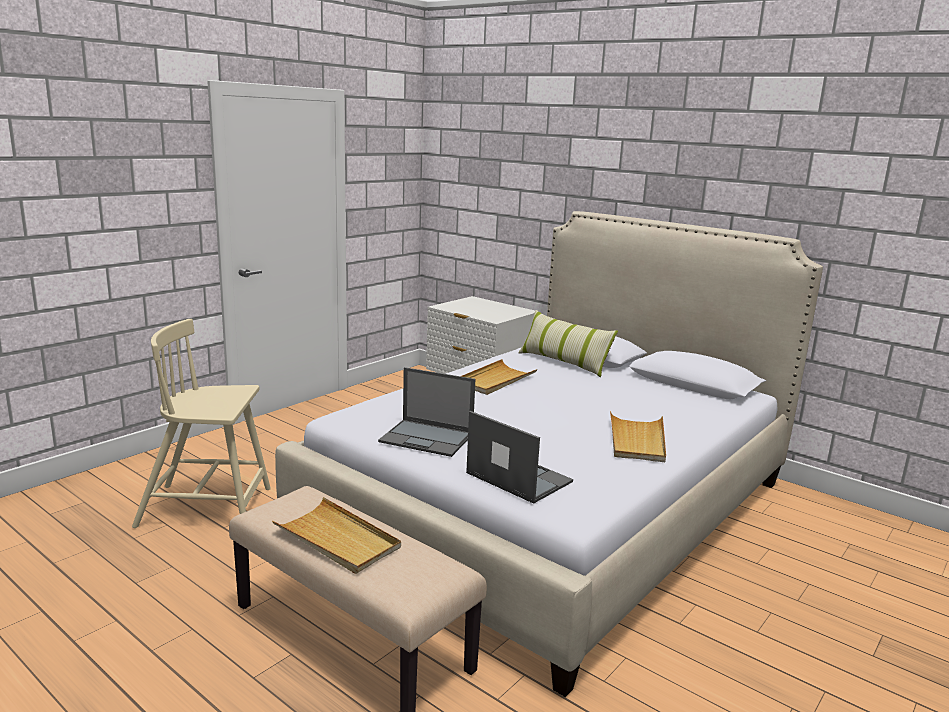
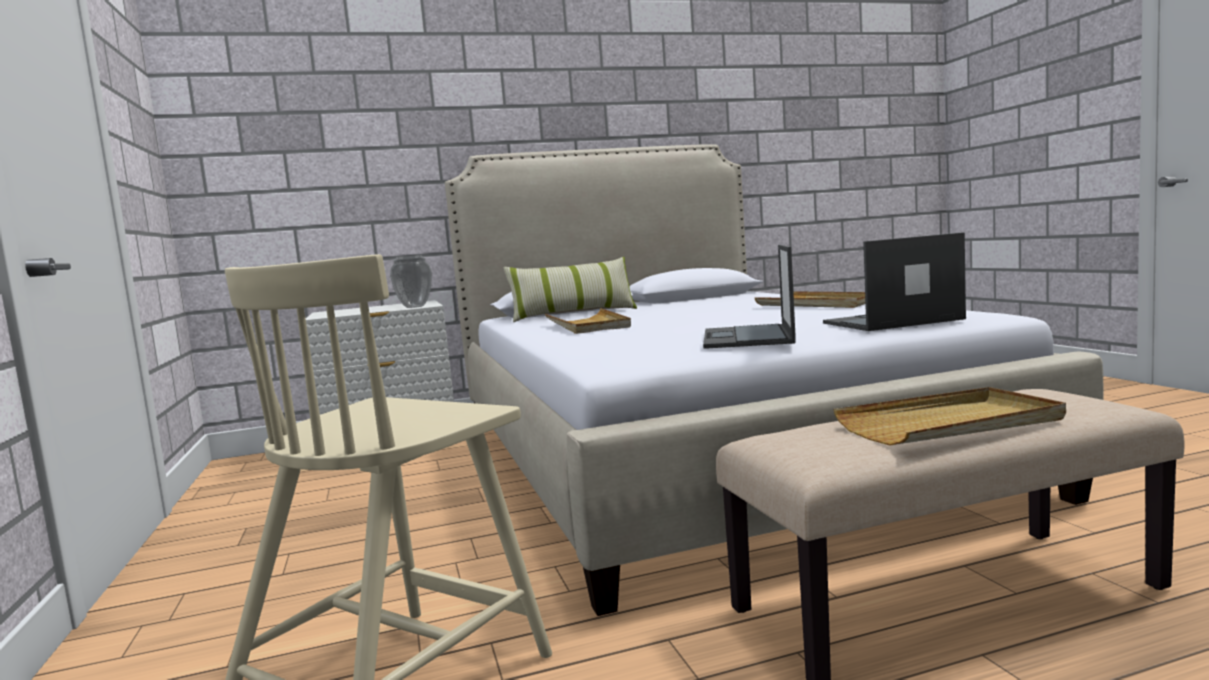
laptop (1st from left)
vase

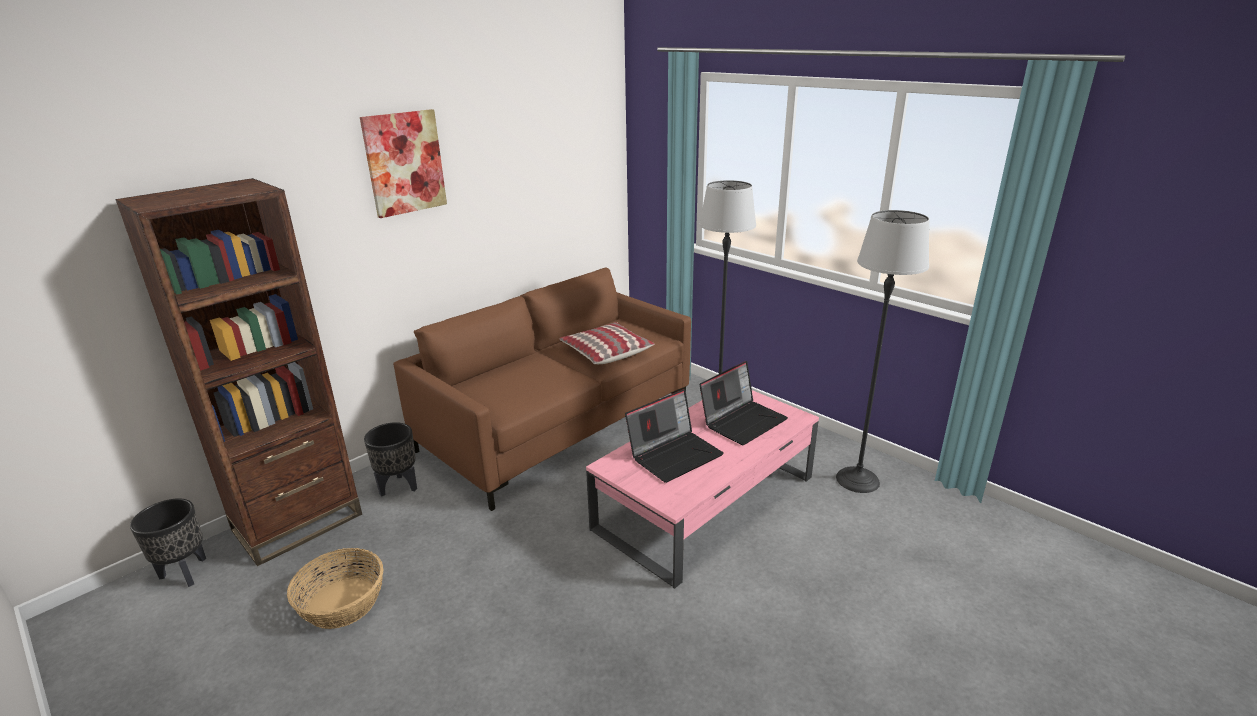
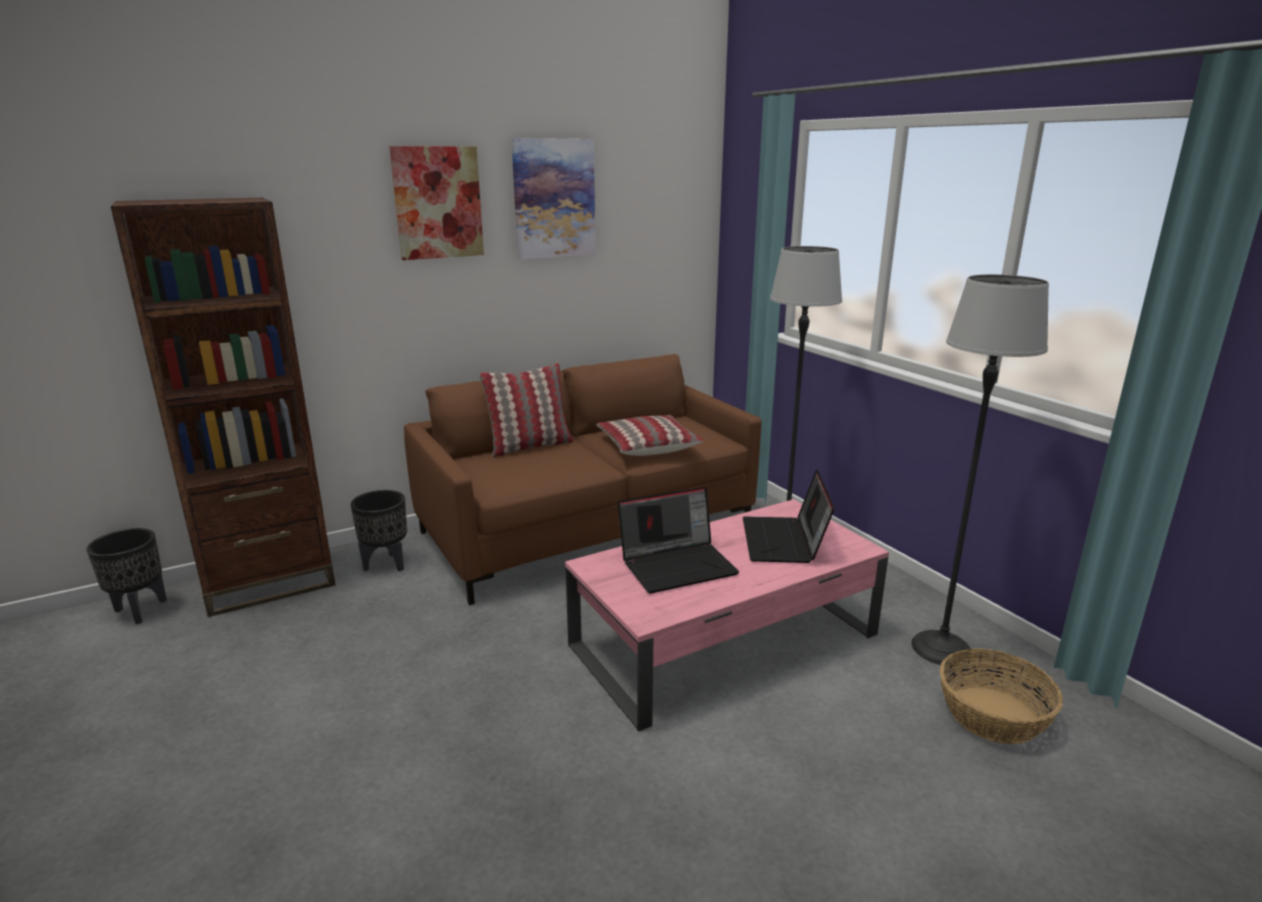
basket
laptop (2nd from left)
pillow (1st from left)
picture (2nd from left)

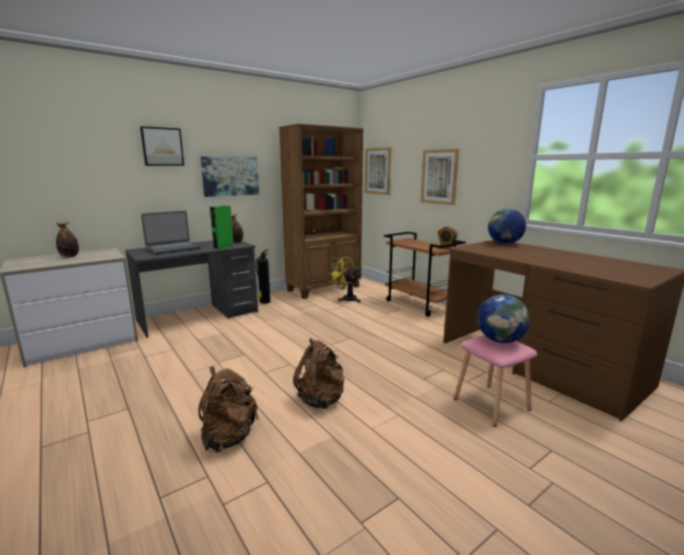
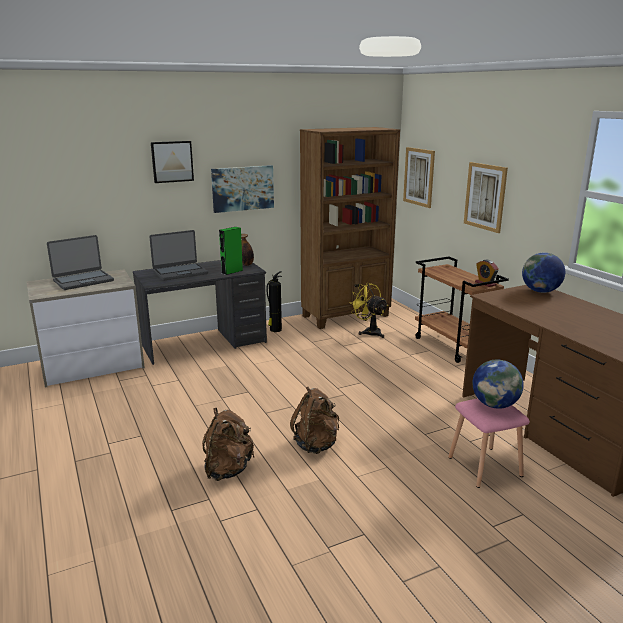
laptop (1st from left)

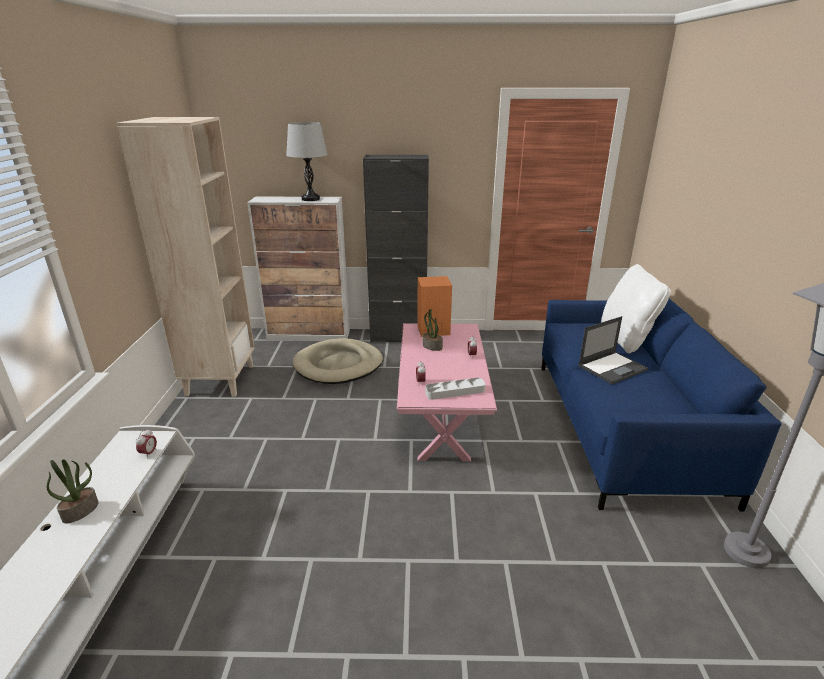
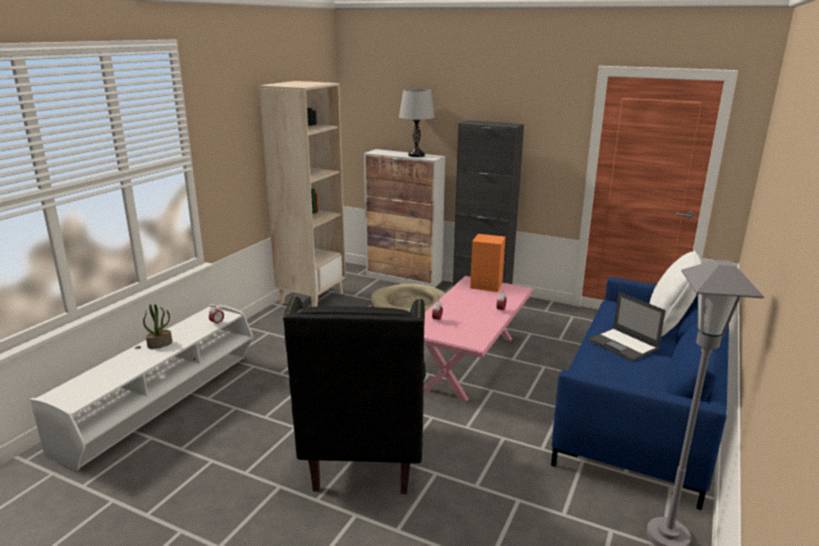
potted plant (2nd from left in the first image)
tray (grey)
laptop
armchair (black)

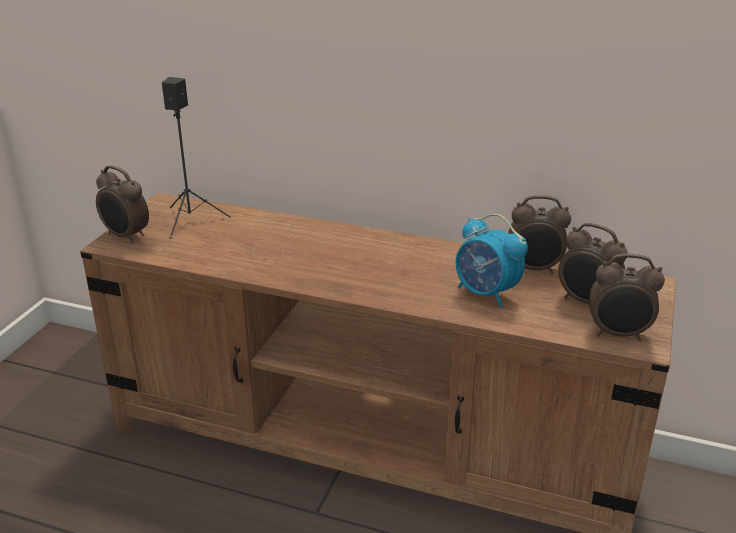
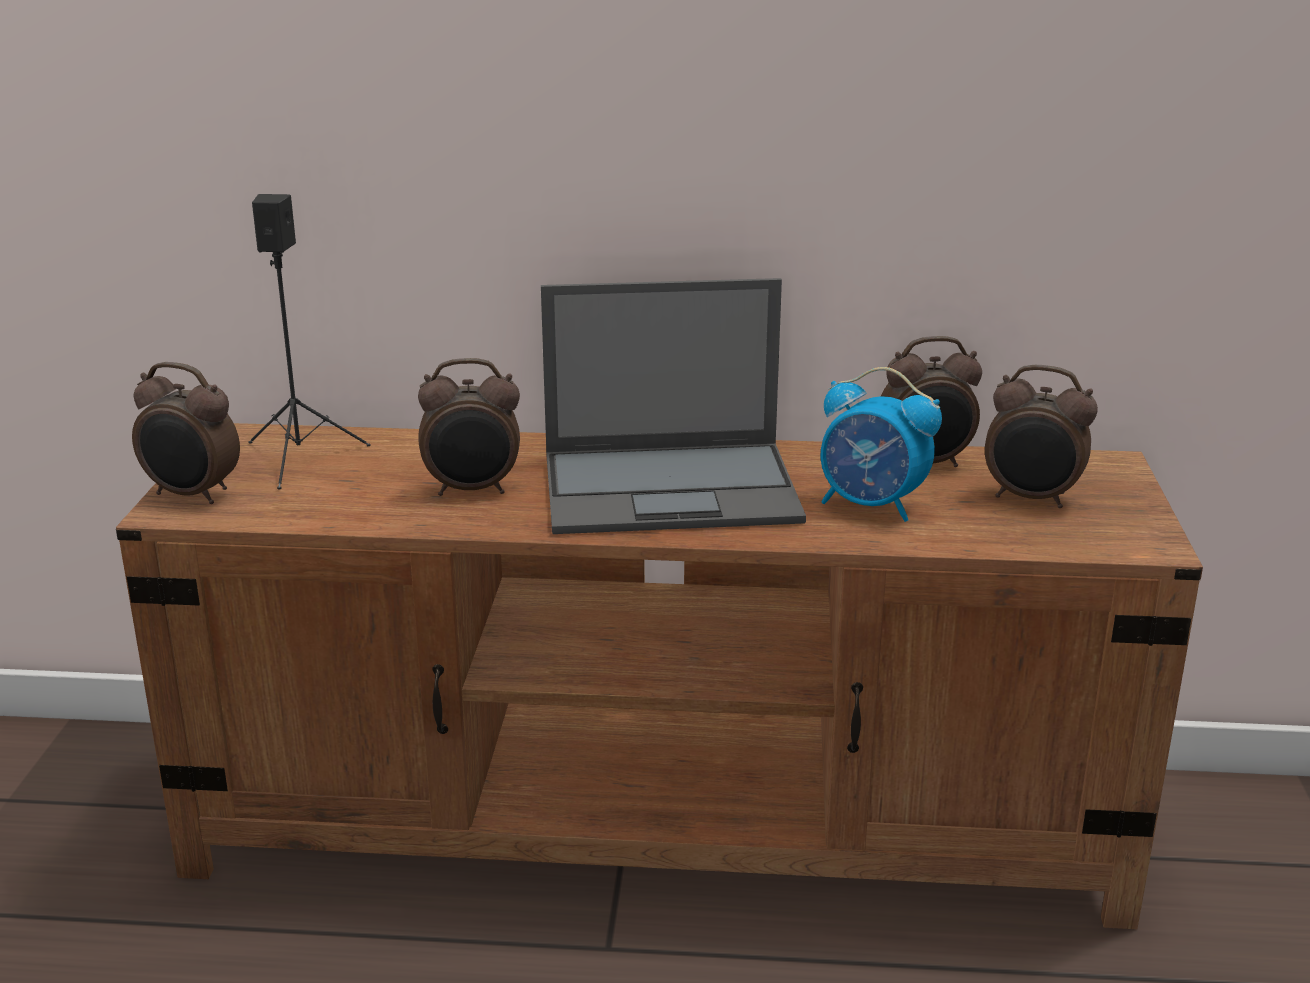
alarm clock (2nd from left)
laptop

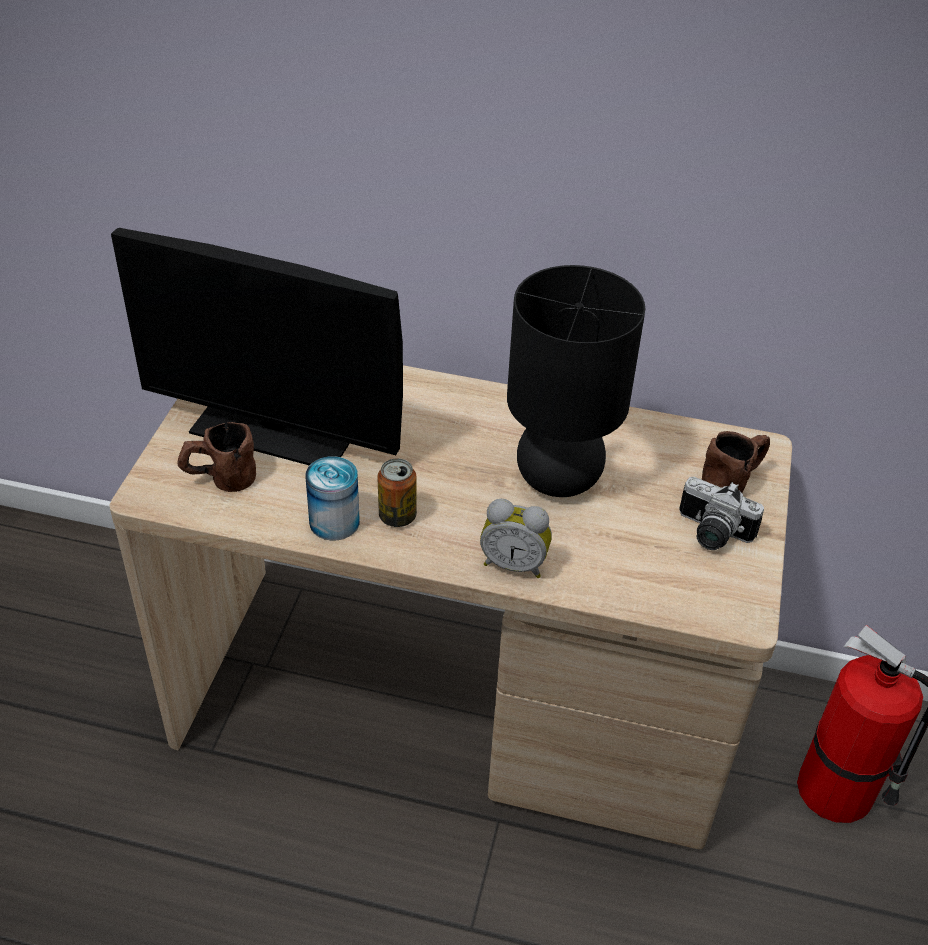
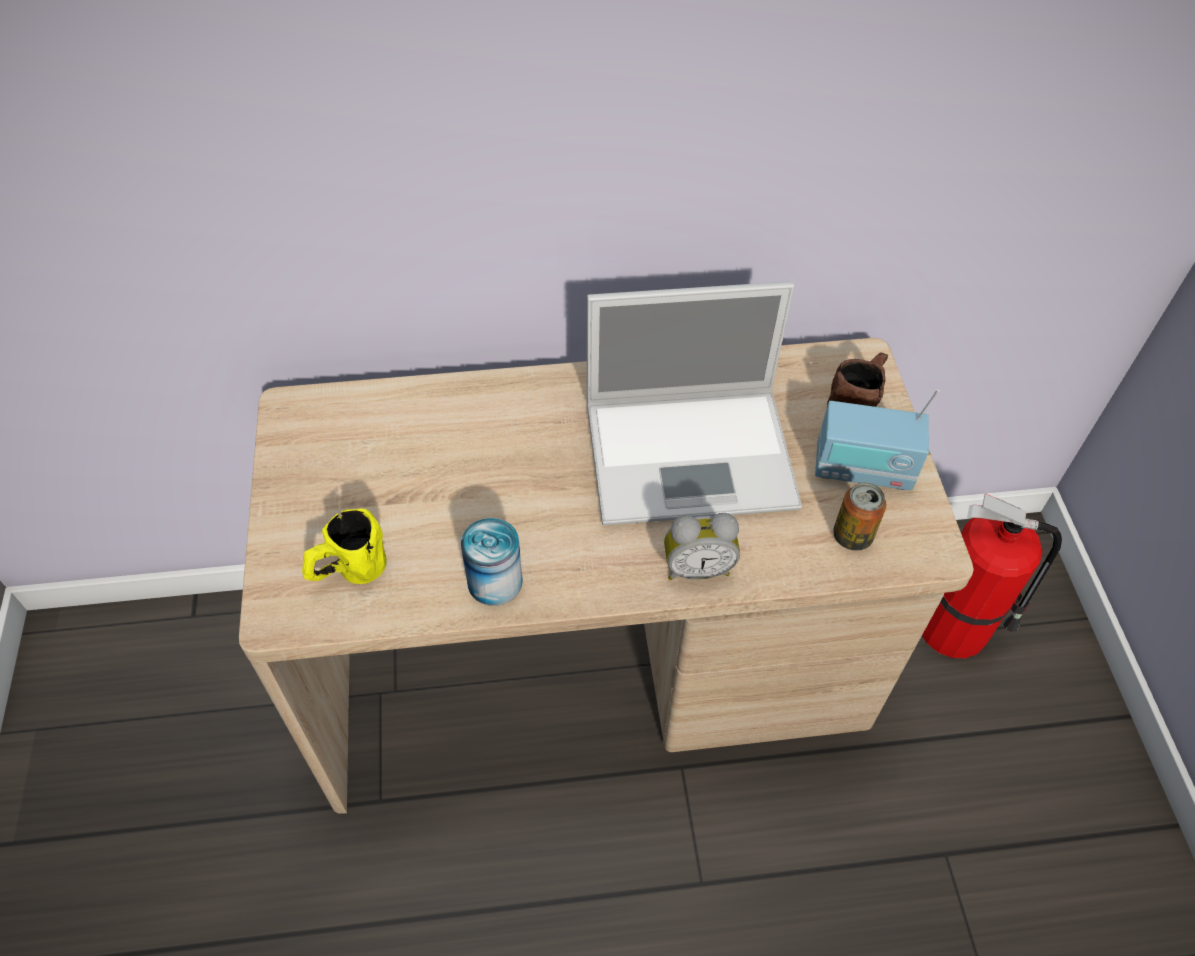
monitor
mug (yellow)
can (2nd from left)
laptop
radio

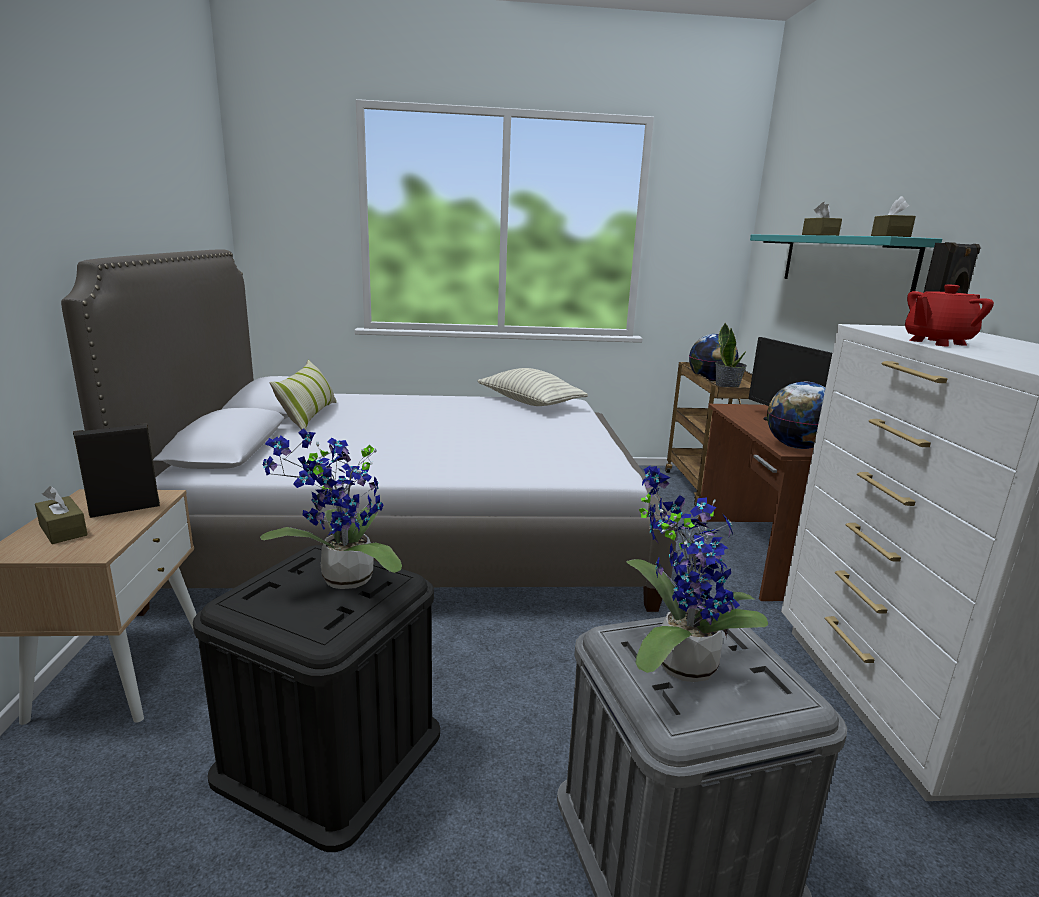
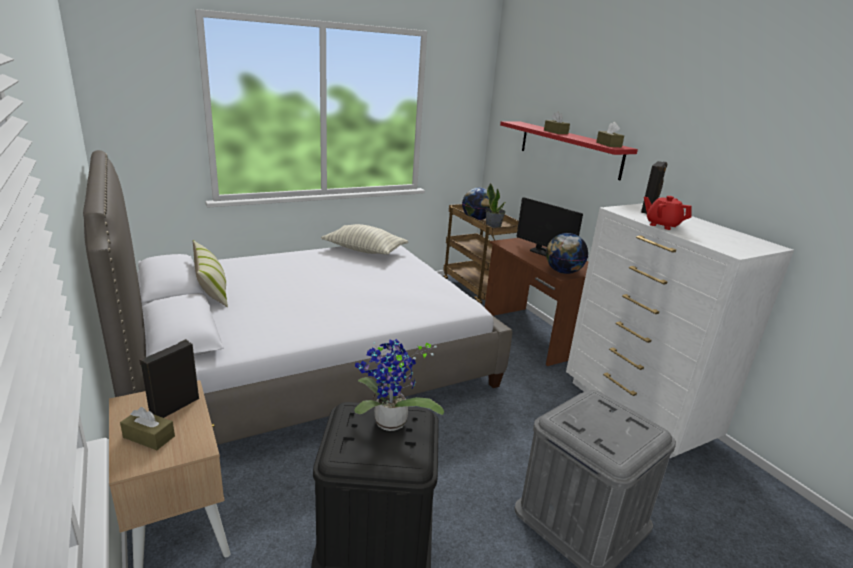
potted plant (2nd from left in the first image)
shelf (red)
teapot (red)

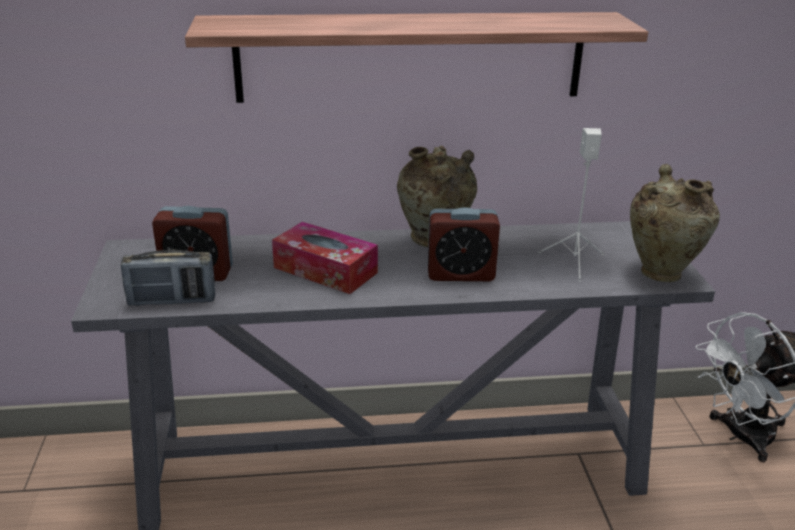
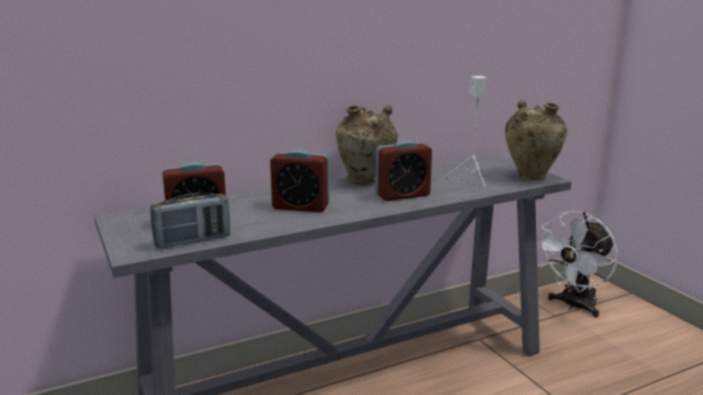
shelf
alarm clock (2nd from left)

